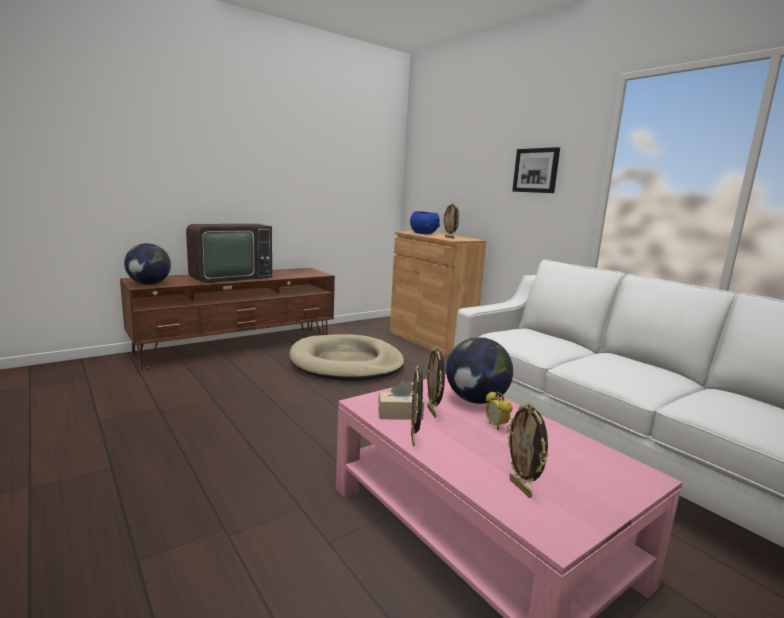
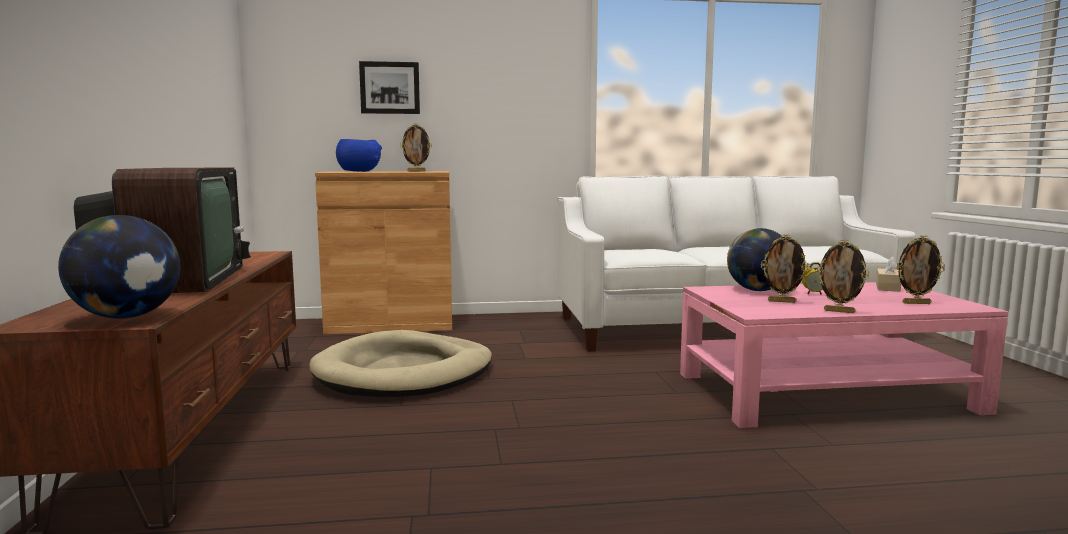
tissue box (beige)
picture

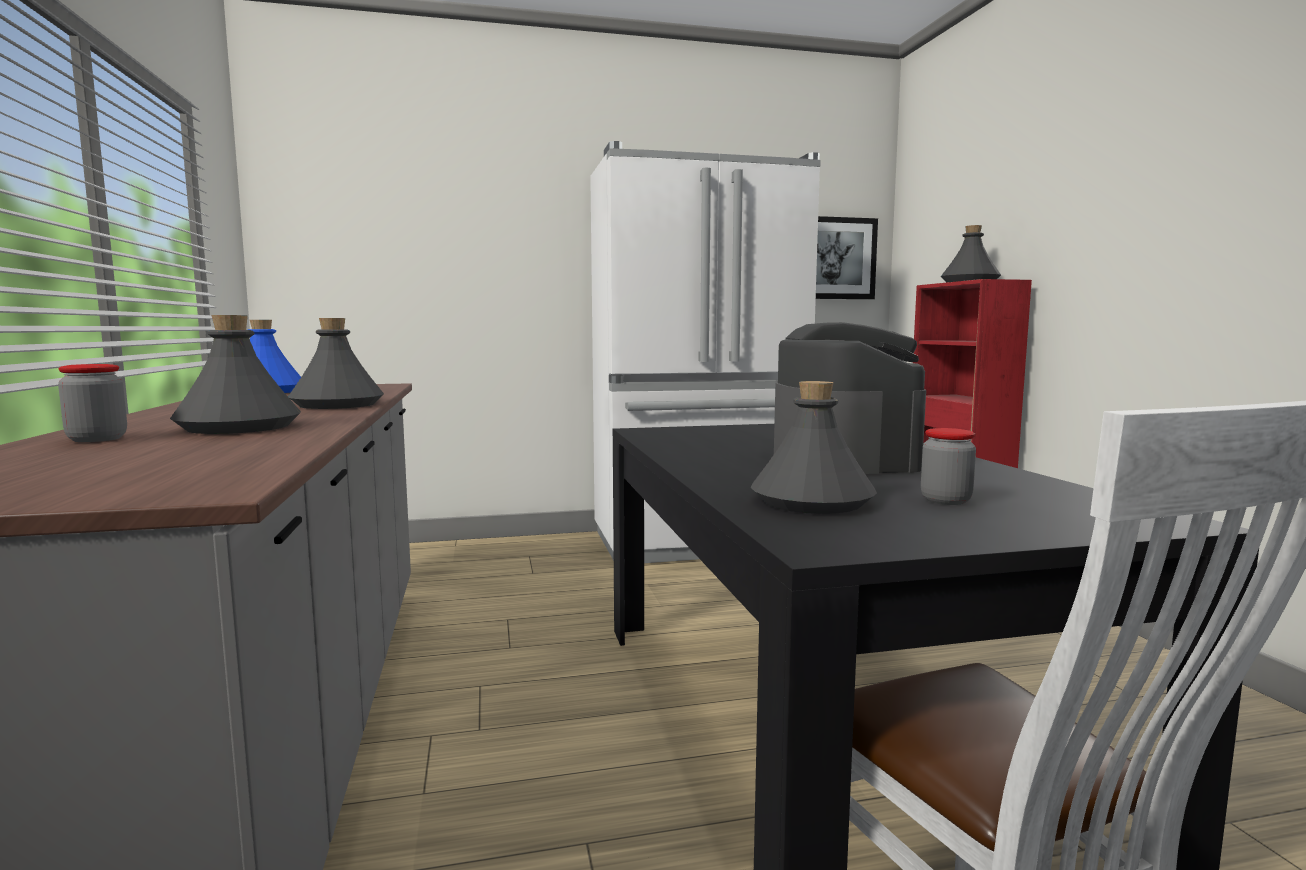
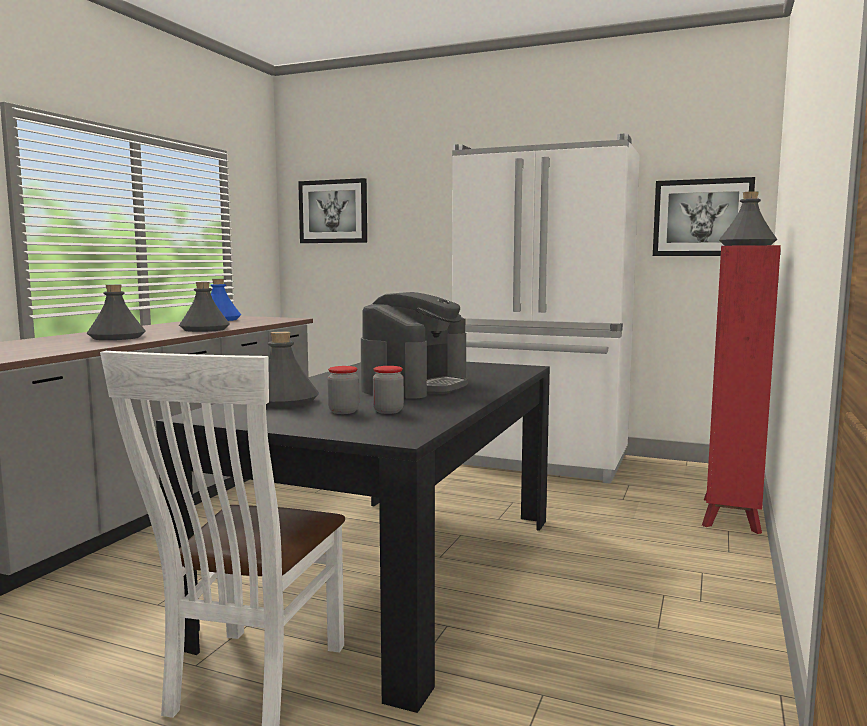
jar (2nd from left)
picture (1st from left)

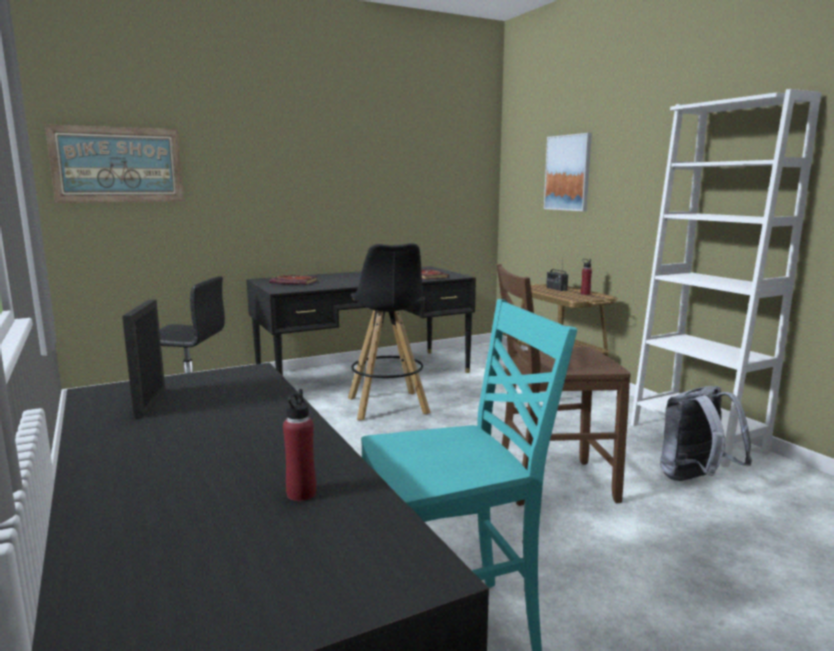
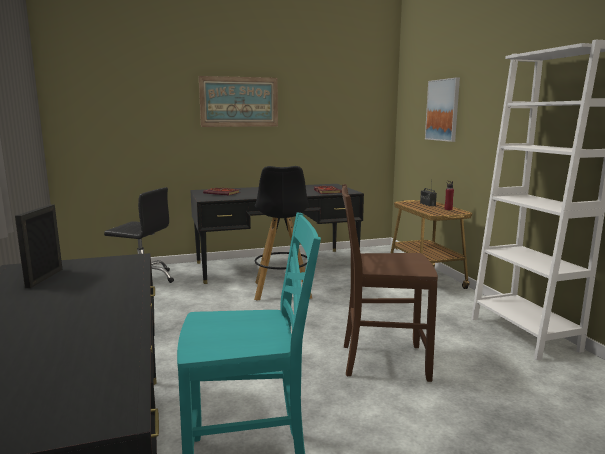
picture (1st from left)
bottle (red) (1st from left in the first image)
backpack (grey)

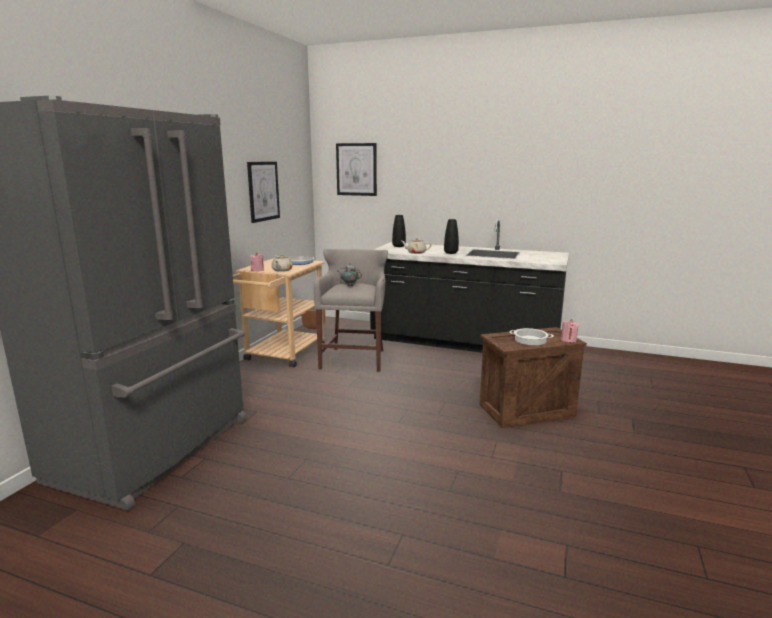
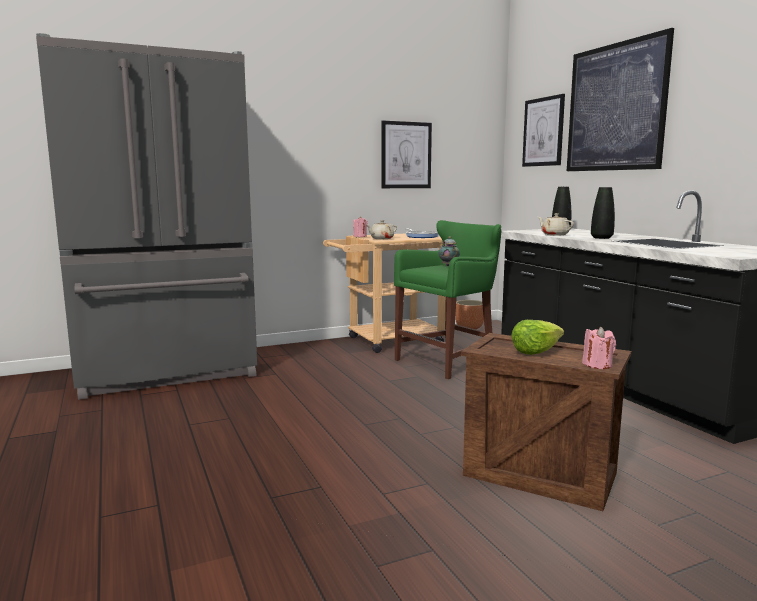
stool (green)
lettuce
picture (3rd from left)

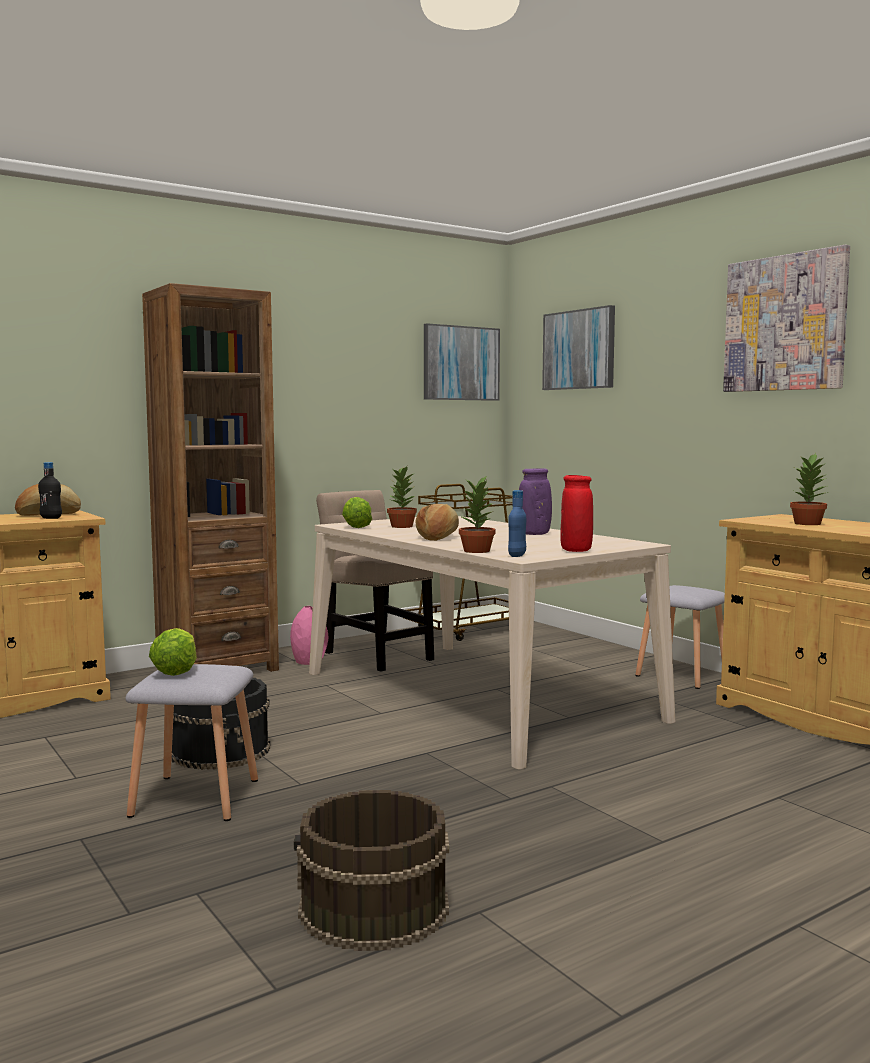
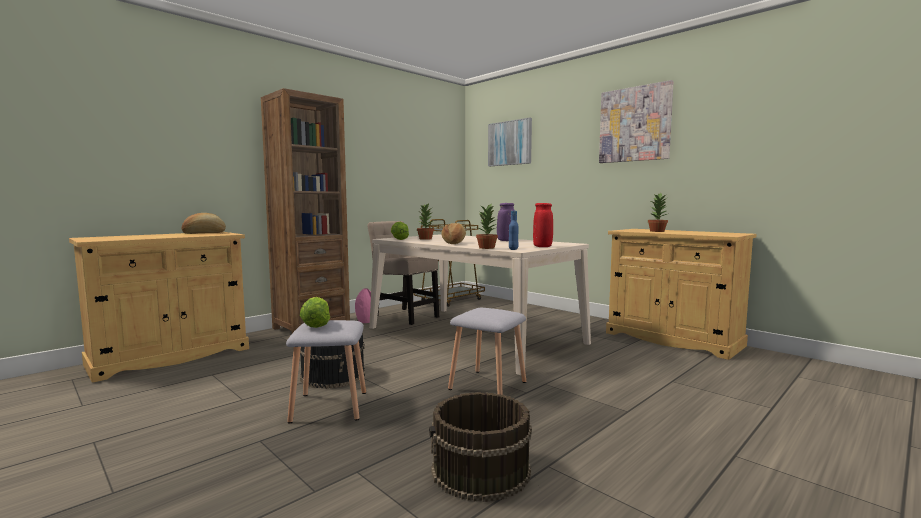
bottle (black)
picture (1st from left in the first image)
stool (grey) (2nd from left)

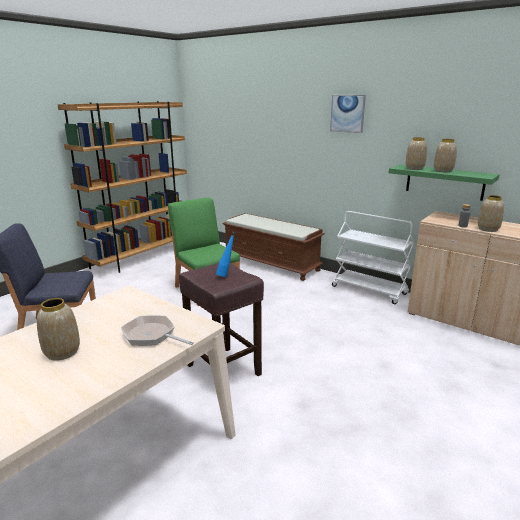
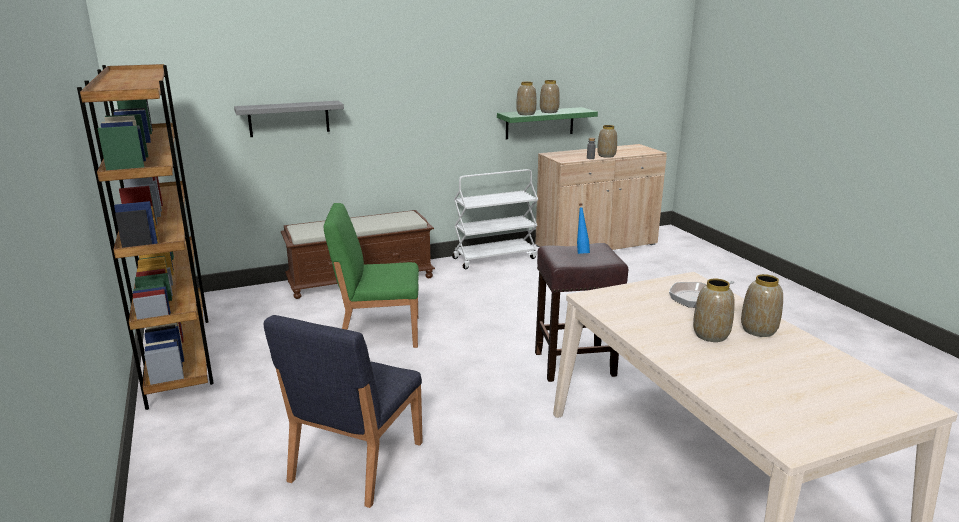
picture
shelf (grey)
vase (5th from left)

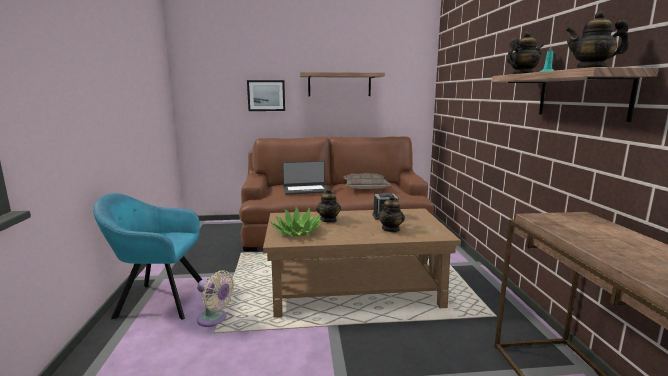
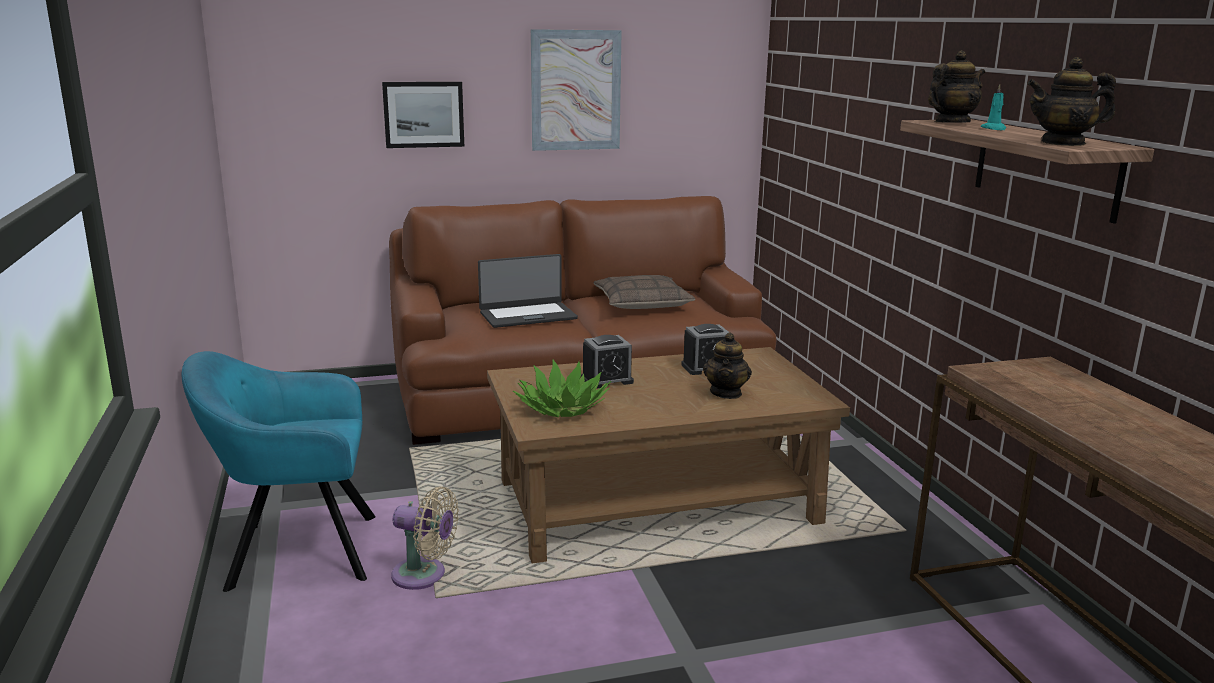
picture (2nd from left)
alarm clock (1st from left)

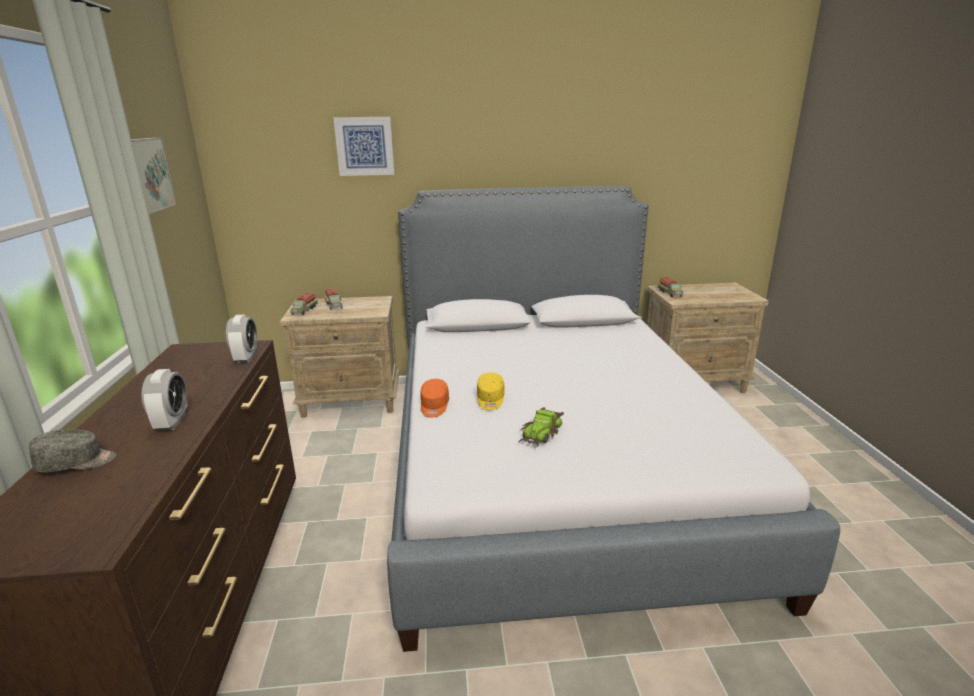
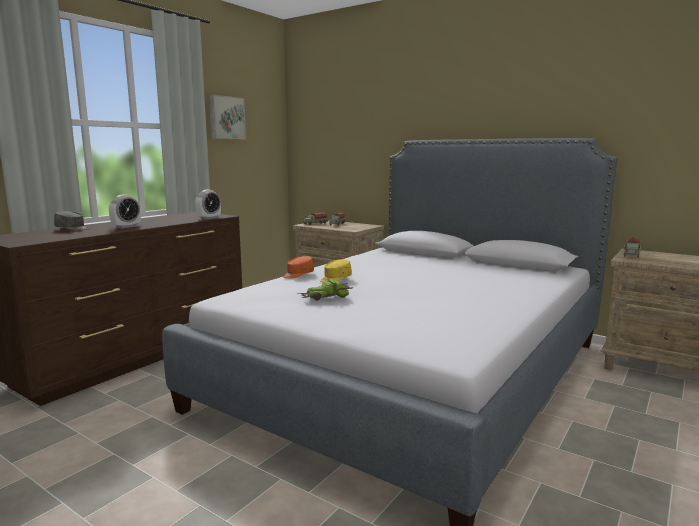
picture (2nd from left in the first image)

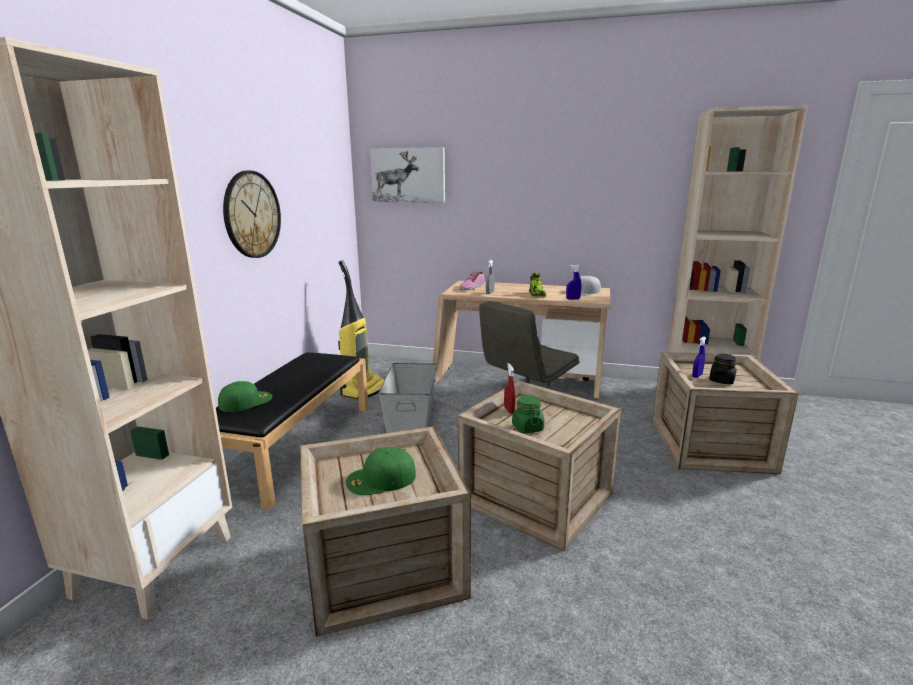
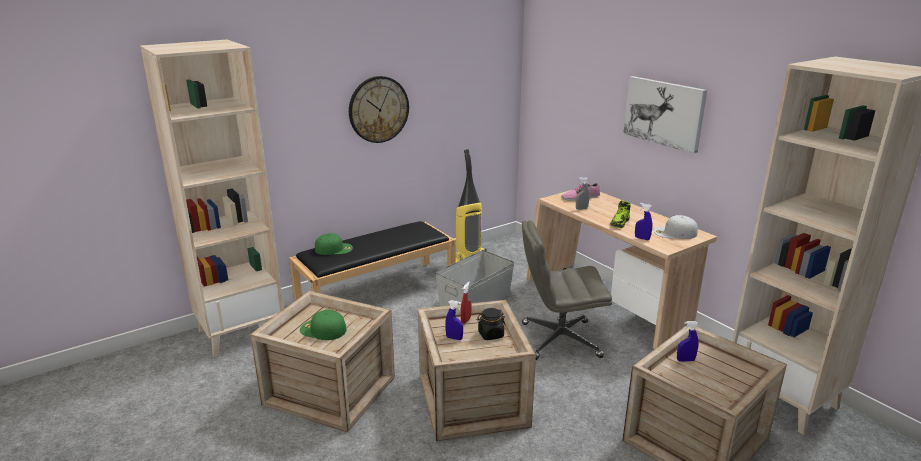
picture
spray bottle (blue) (1st from left)
jar (black)

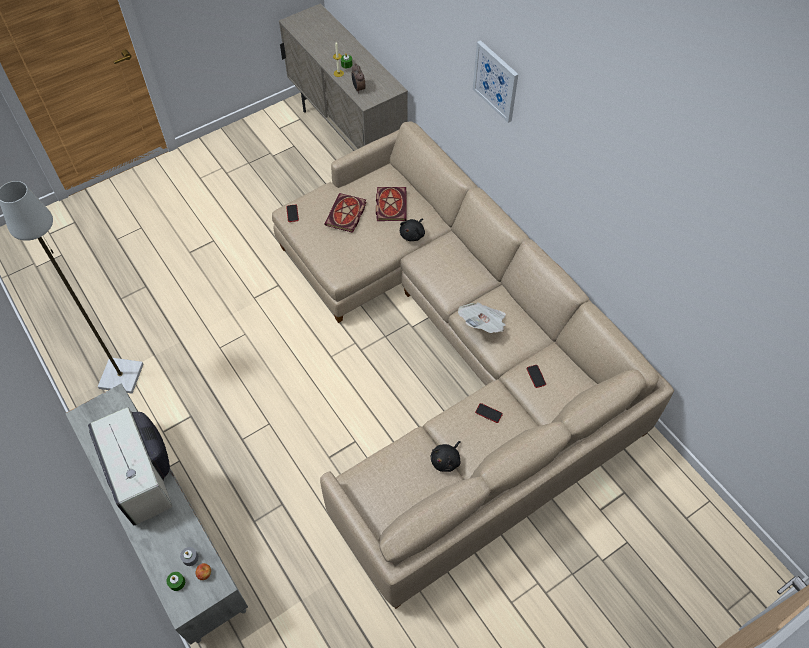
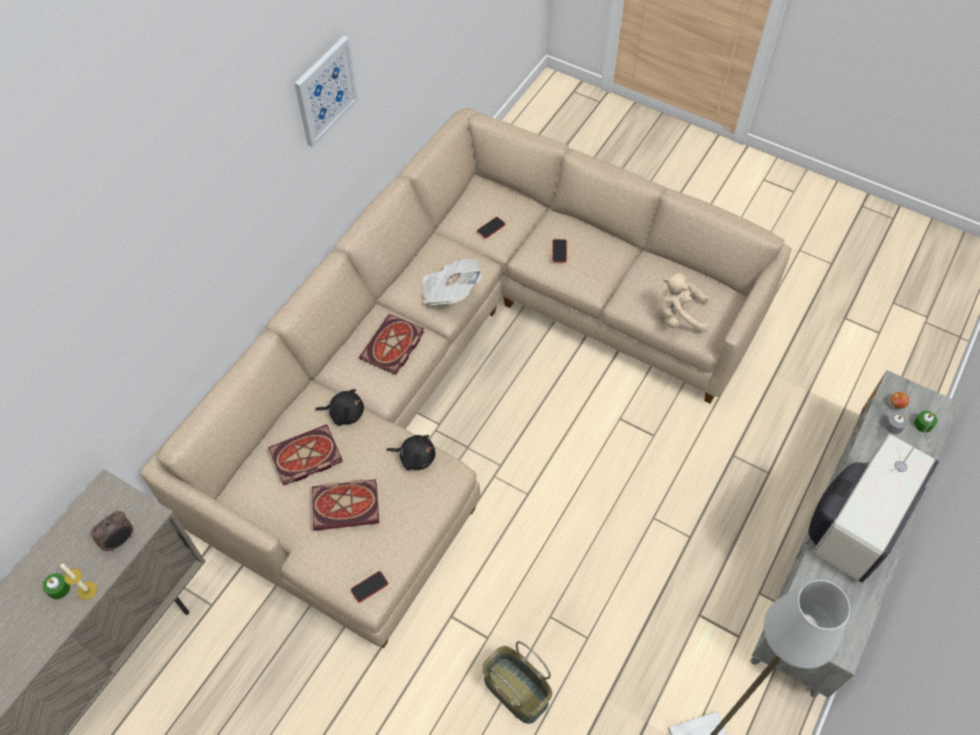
plush toy (black) (2nd from left)
picture
book (3rd from left)
basket
plush toy (beige)

